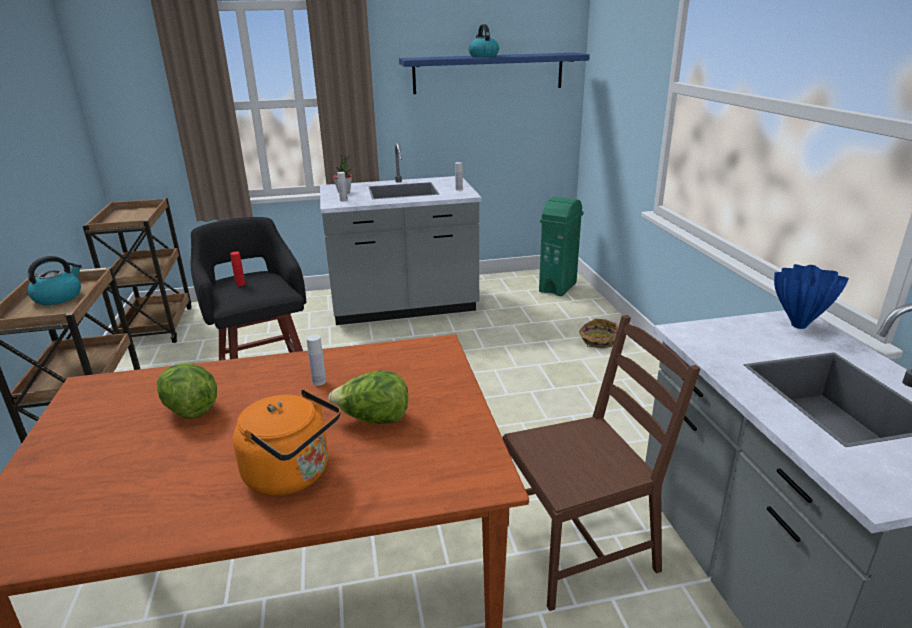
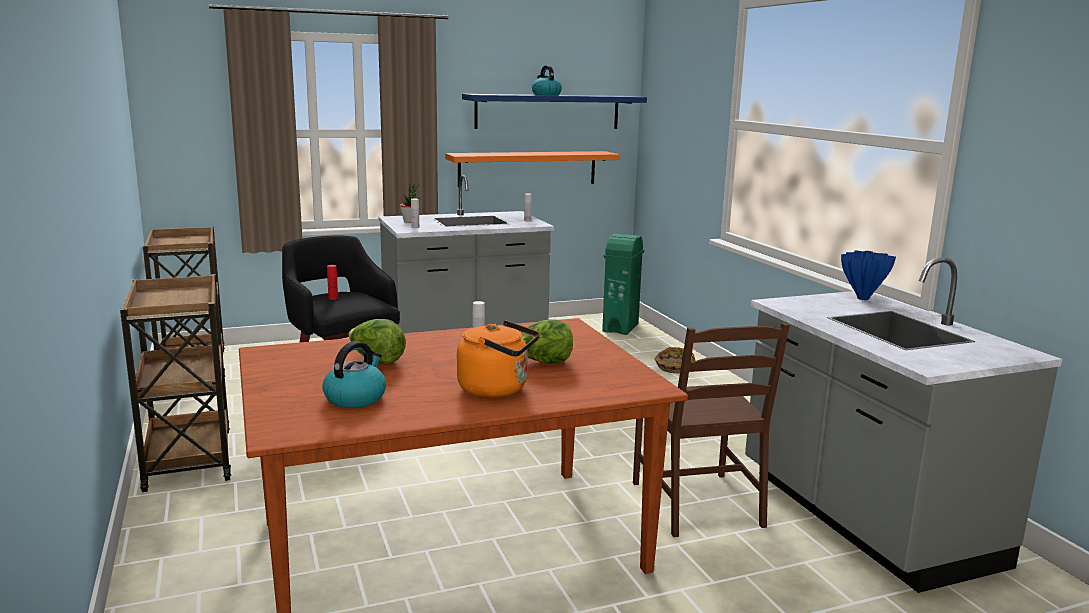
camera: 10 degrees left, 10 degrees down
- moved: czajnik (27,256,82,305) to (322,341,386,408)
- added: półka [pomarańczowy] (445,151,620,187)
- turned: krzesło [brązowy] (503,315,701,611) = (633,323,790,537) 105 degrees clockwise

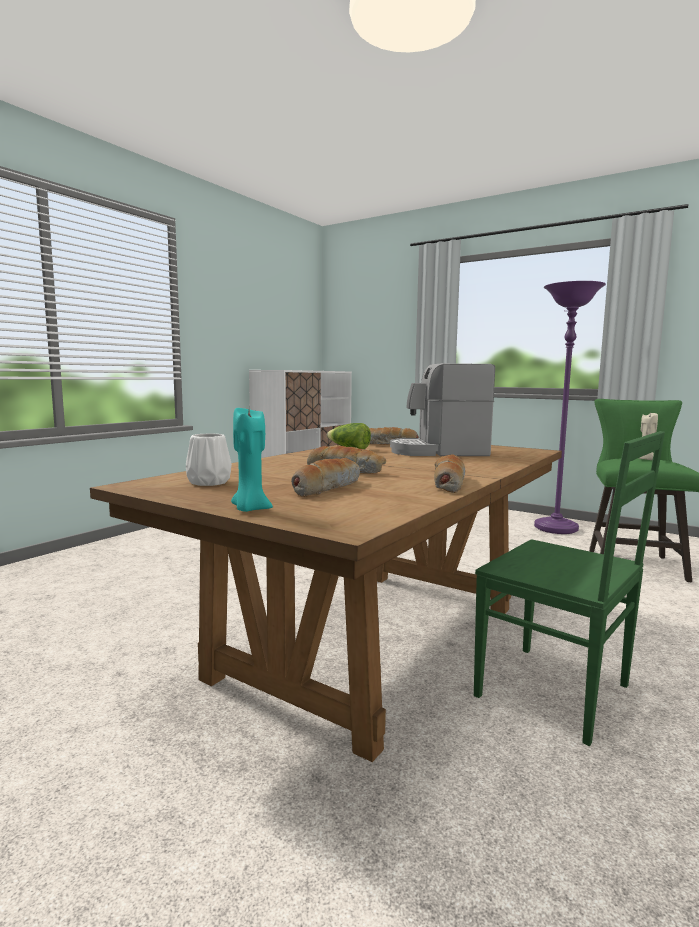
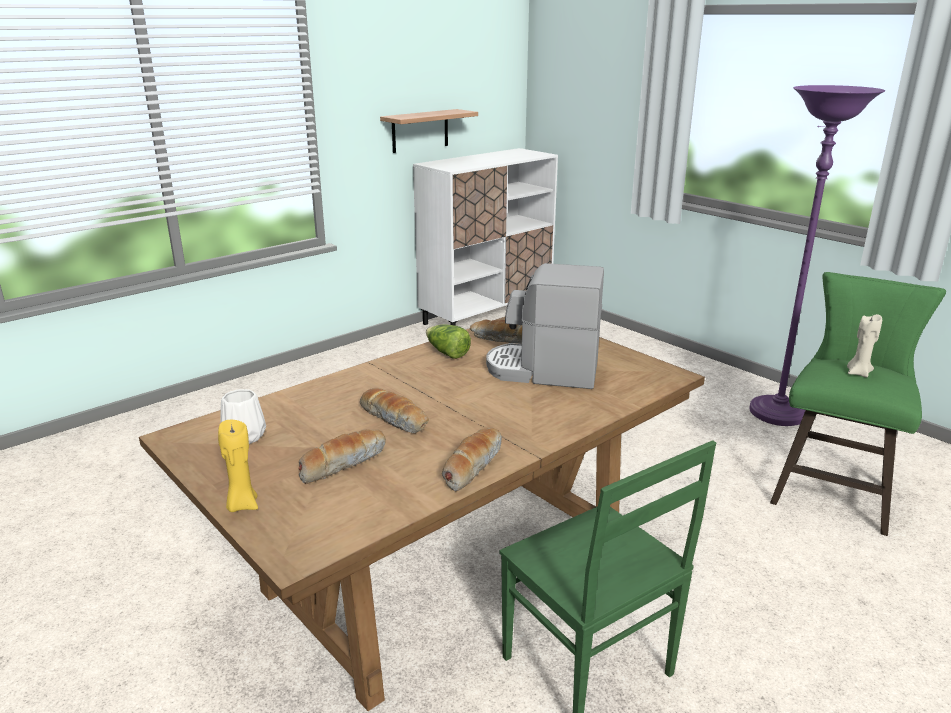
camera: 15 degrees right, 15 degrees up
- recoloured: świeca [turkusowy] (231,408,273,512) to świeca [żółty] (218,420,258,512)
- added: półka (380,109,478,153)

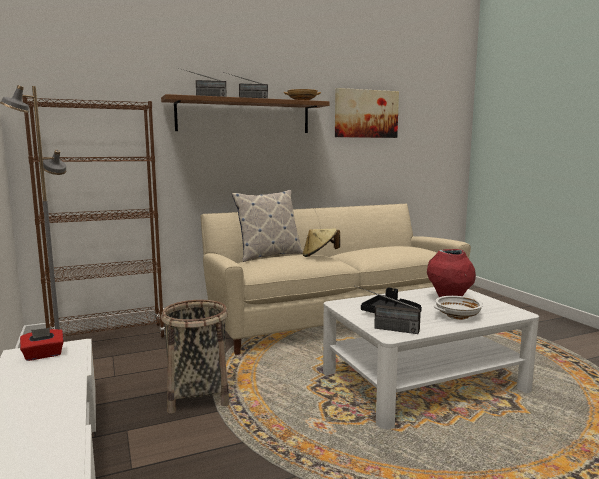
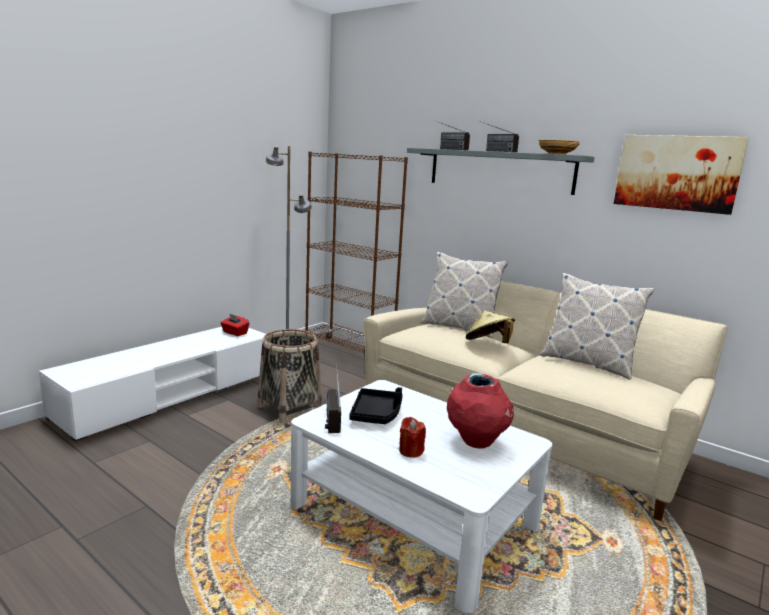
camera: 60 degrees right, 5 degrees up
- replaced: miska [biały] (434,296,483,320) to świeca [czerwony] (399,417,426,458)
- recoloured: półka [brązowy] (161,94,330,133) to półka [szary] (407,148,595,195)
- added: poduszka (540,273,654,380)

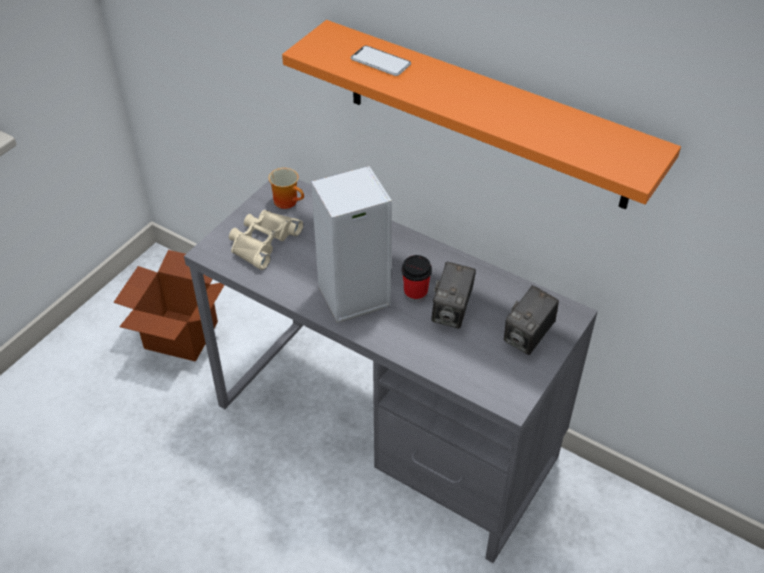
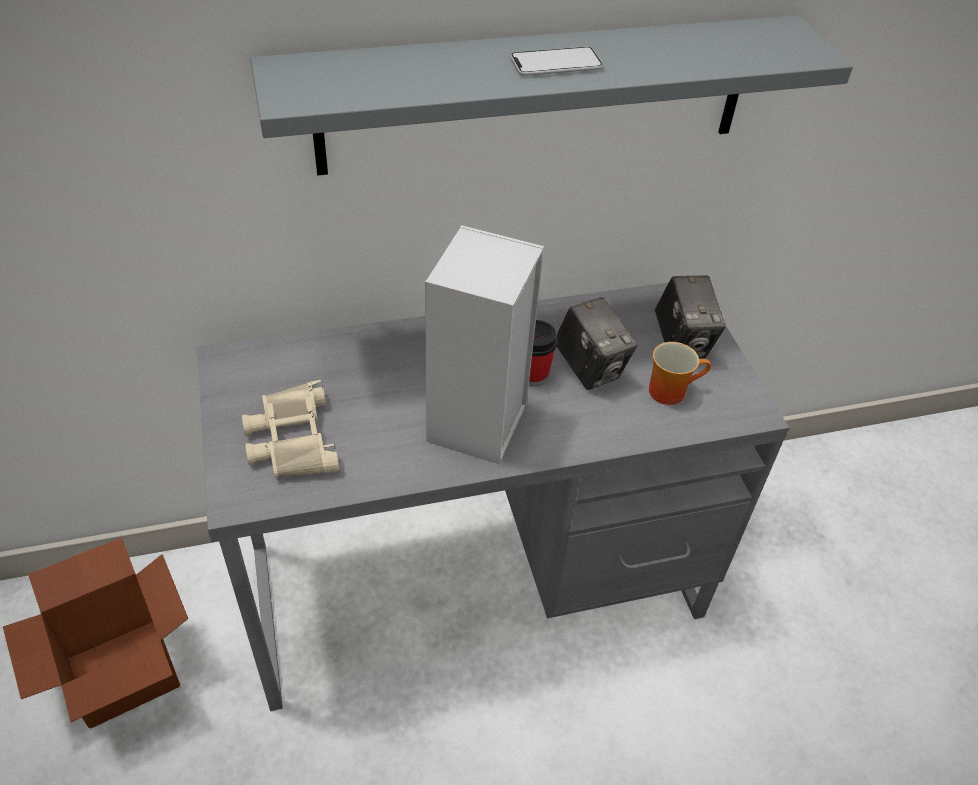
camera: 50 degrees left, 0 degrees up
- recoloured: półka [pomarańczowy] (282,20,681,210) to półka [szary] (250,15,853,176)
- moved: telefon (351,46,411,76) to (510,47,603,76)
- moved: kubek (269,168,304,209) to (649,342,711,405)

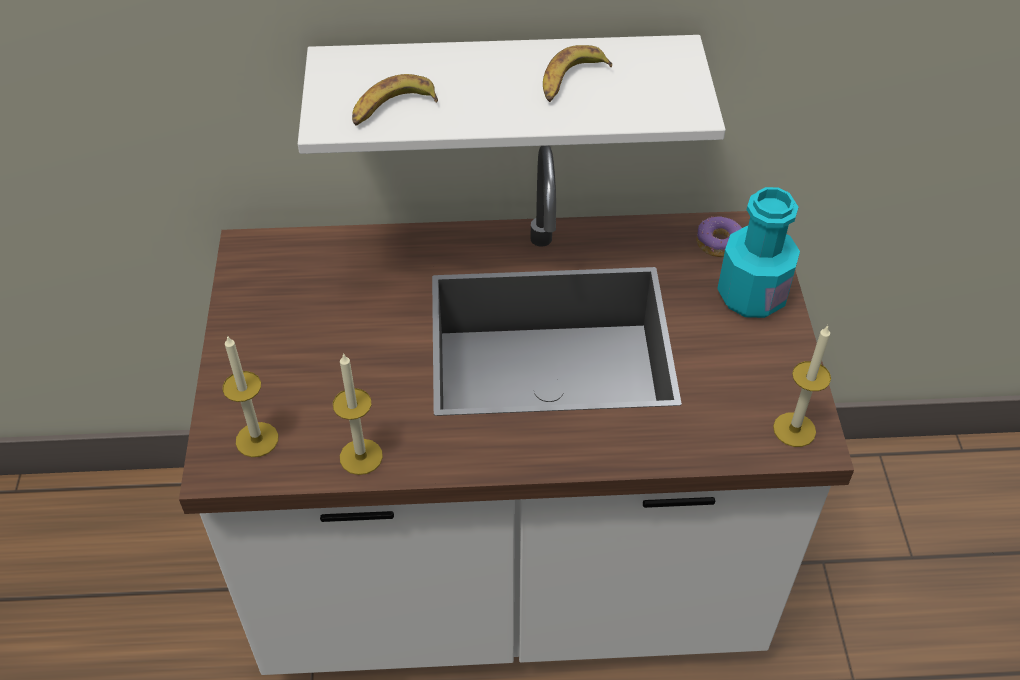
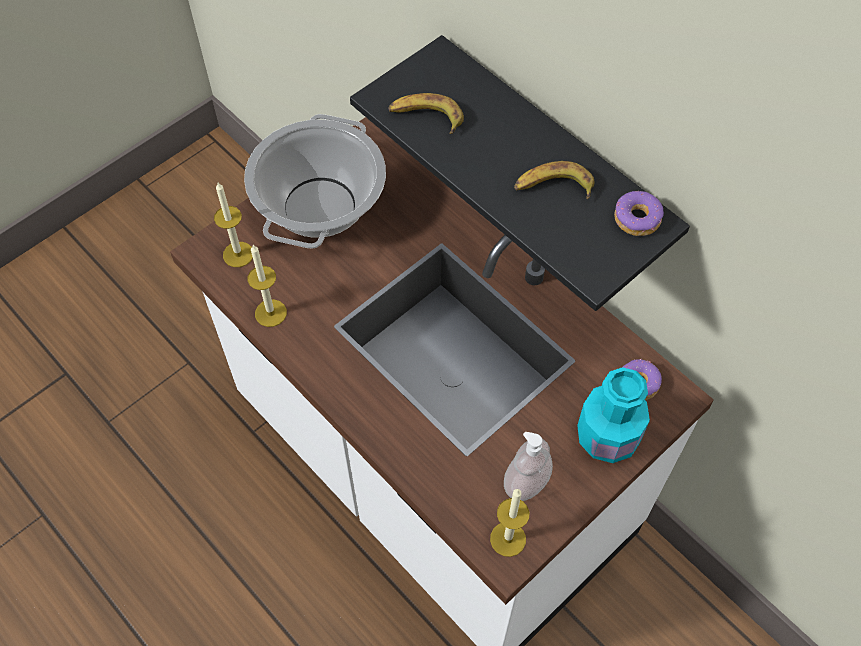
camera: 50 degrees right, 10 degrees up
- added: garnek (244,114,386,249)
- recoloured: półka [biały] (298,35,726,154) to półka [czarny] (350,35,690,311)
- added: dozownik mydła (504,432,553,501)
- added: donut (614,191,664,236)

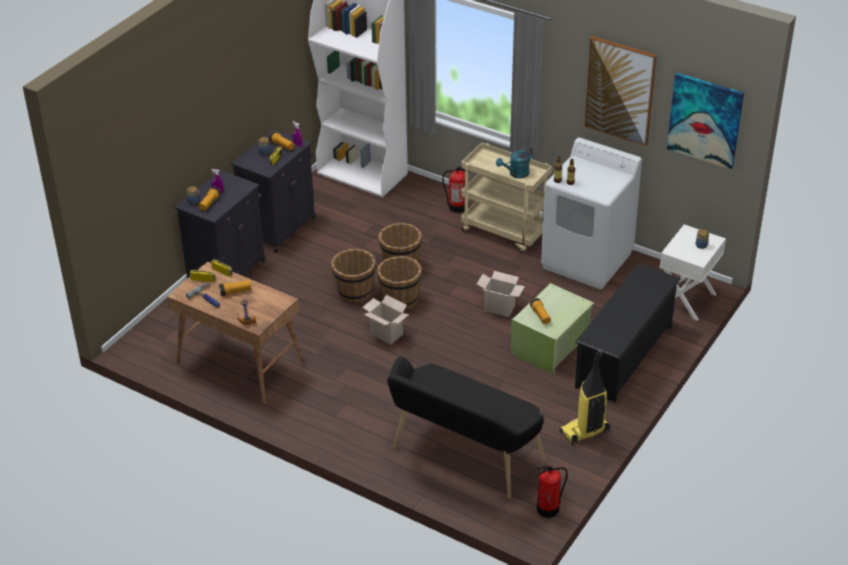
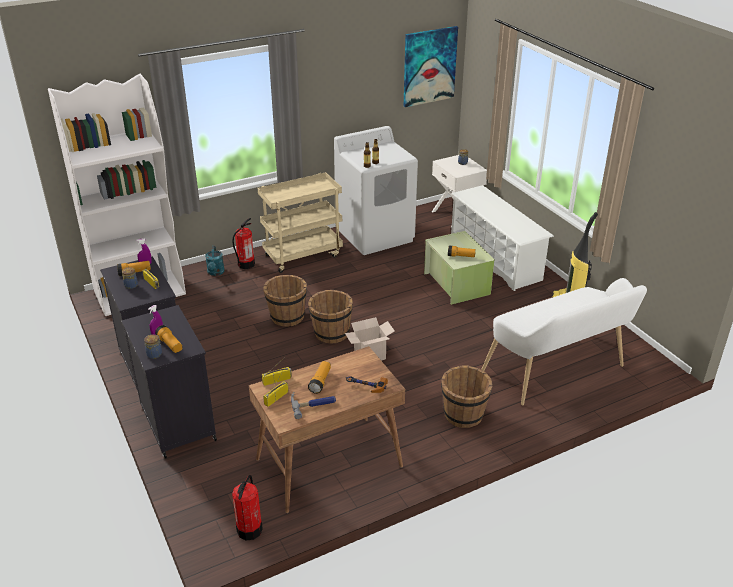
camera: 60 degrees left, 5 degrees down
- moved: konewka [turkusowy] (496,147,533,178) to (205,246,225,276)
- moved: gaśnica (536,466,568,518) to (232,475,263,541)
- moved: wiadro [brązowy] (331,248,376,303) to (441,365,493,428)
- recoloured: regał na buty [czarny] (575,263,681,403) to regał na buty [biały] (451,185,554,291)
- recoloured: ławka [czarny] (387,357,546,499) to ławka [biały] (481,278,647,405)
- removed: karton (477,271,525,317)
- removed: obraz (584,36,657,146)

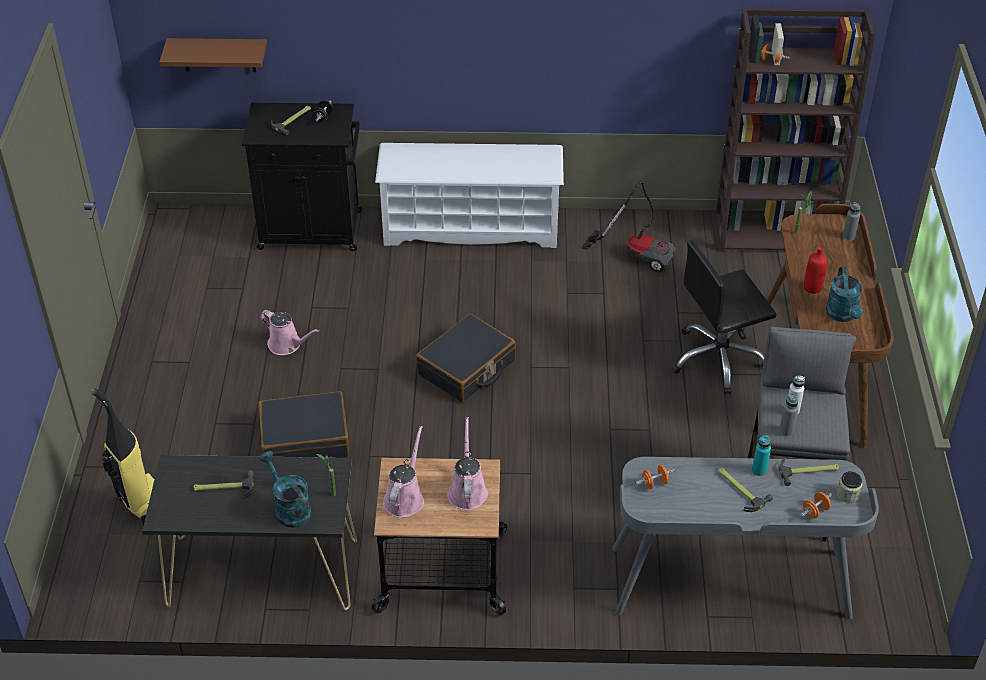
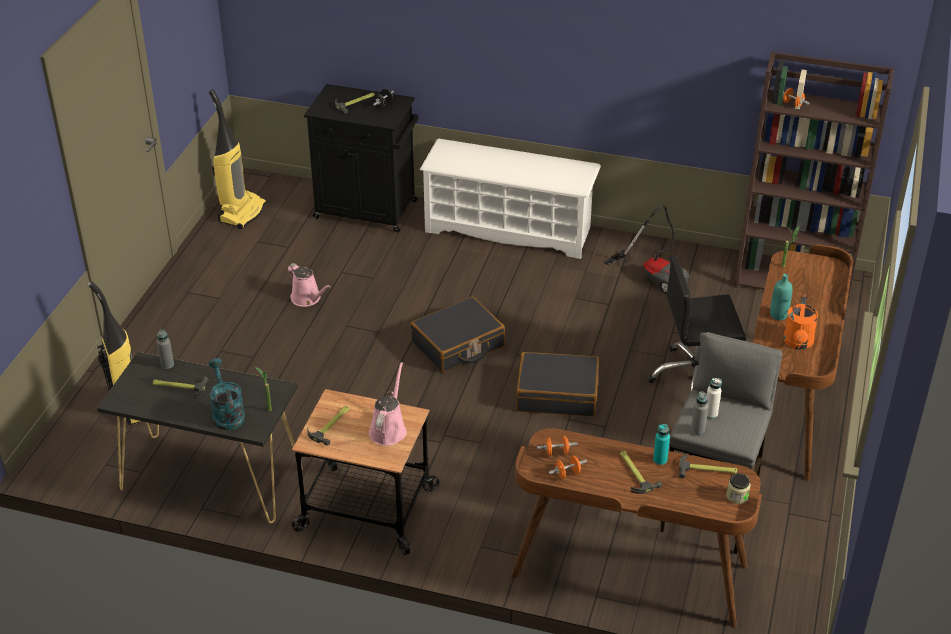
camera: 15 degrees right, 5 degrees down
- moved: butelka [szary] (843,202,860,241) to (157,329,174,369)
- added: odkurzacz (209,89,267,229)
- replaced: konewka [różowy] (383,426,424,518) to młotek (307,406,350,446)
- recoloured: biurko [szary] (612,457,879,620) to biurko [brązowy] (511,428,762,627)
- moved: walizka [czarny] (258,391,349,458) to (516,352,599,416)
- moved: hantel [pomarańczowy] (801,492,833,518) to (549,455,587,479)
- recoloured: butelka [czerwony] (804,247,827,294) to butelka [turkusowy] (770,274,793,321)
- recoloured: konewka [turkusowy] (826,266,863,322) to konewka [pomarańczowy] (783,295,818,350)
- removed: półka [brązowy] (159,38,267,72)

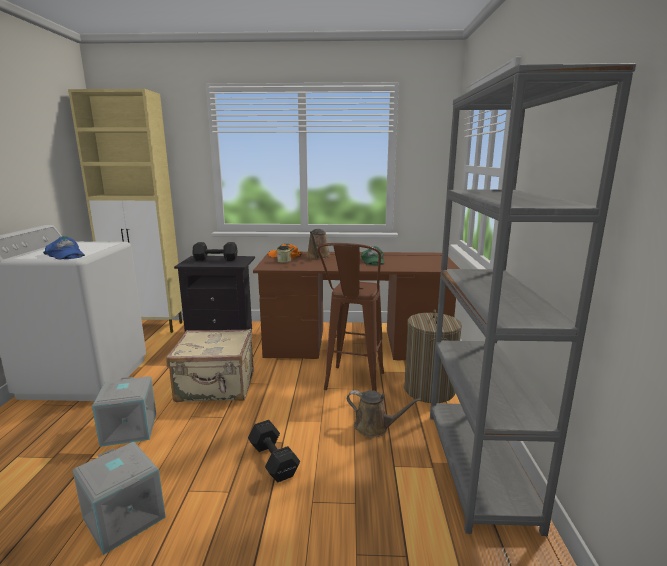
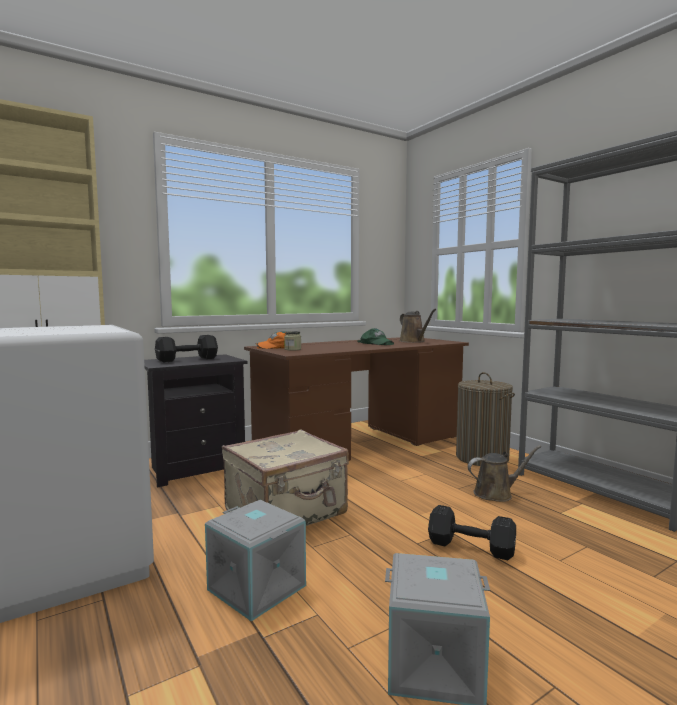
camera: 35 degrees left, 10 degrees down
- moved: konewka [brązowy] (307,229,331,259) to (399,309,436,343)
- removed: czapka z daszkiem [niebieski] (43,236,85,260)
- removed: stołek [brązowy] (317,243,384,391)

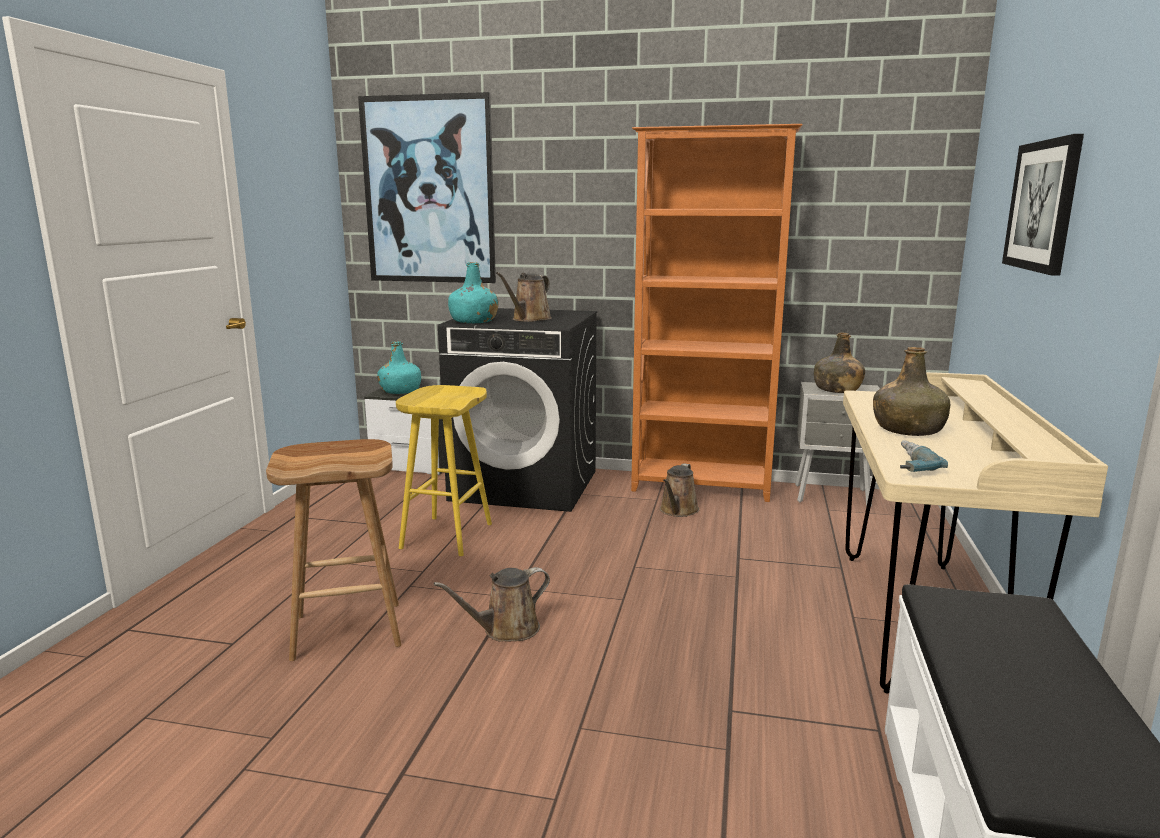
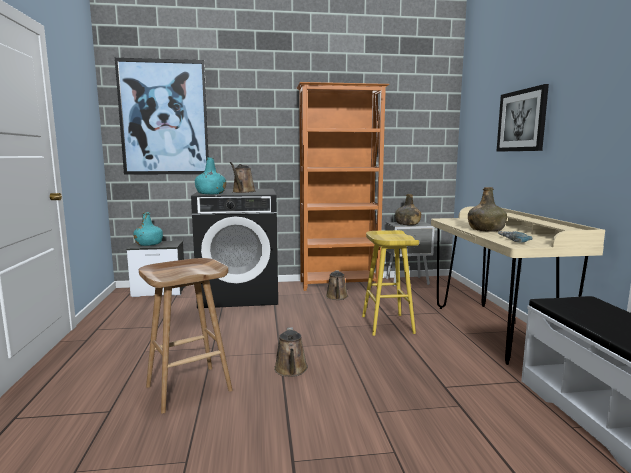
camera: 20 degrees left, 5 degrees down
- turned: konewka [brązowy] (434,567,550,641) = (274,327,308,377) 45 degrees counterclockwise
- moved: stołek [żółty] (396,385,492,556) to (362,230,419,336)

